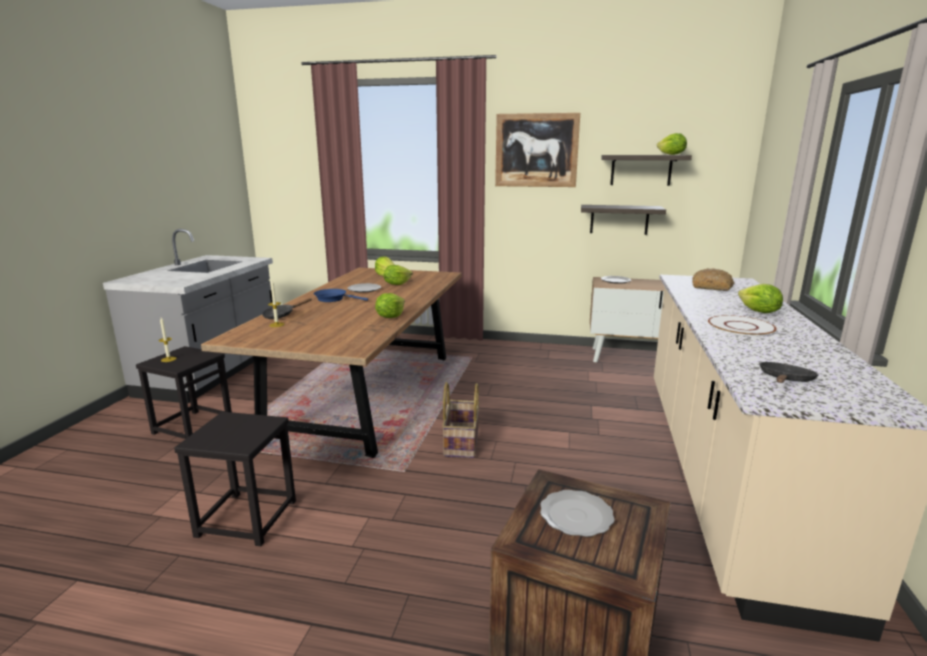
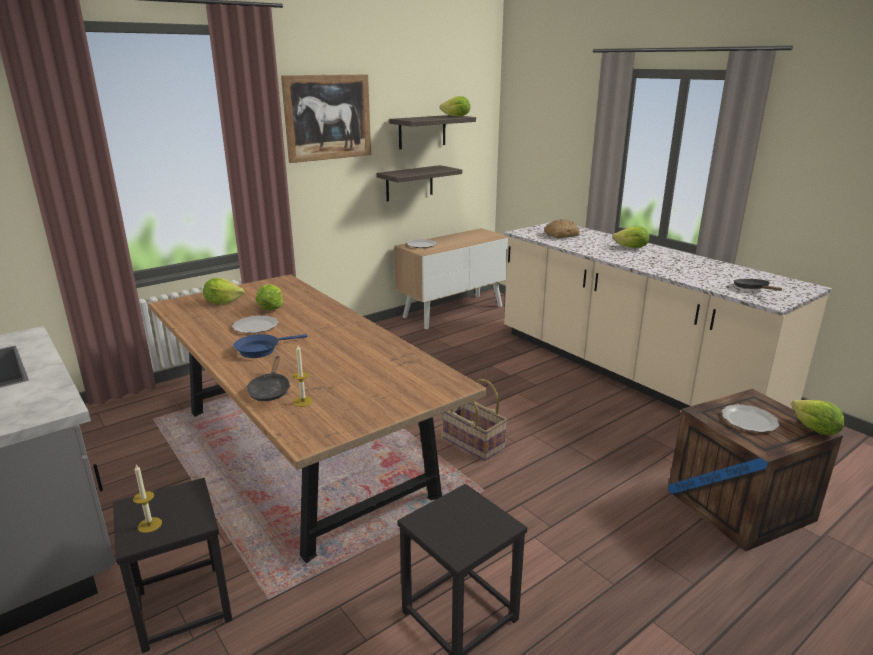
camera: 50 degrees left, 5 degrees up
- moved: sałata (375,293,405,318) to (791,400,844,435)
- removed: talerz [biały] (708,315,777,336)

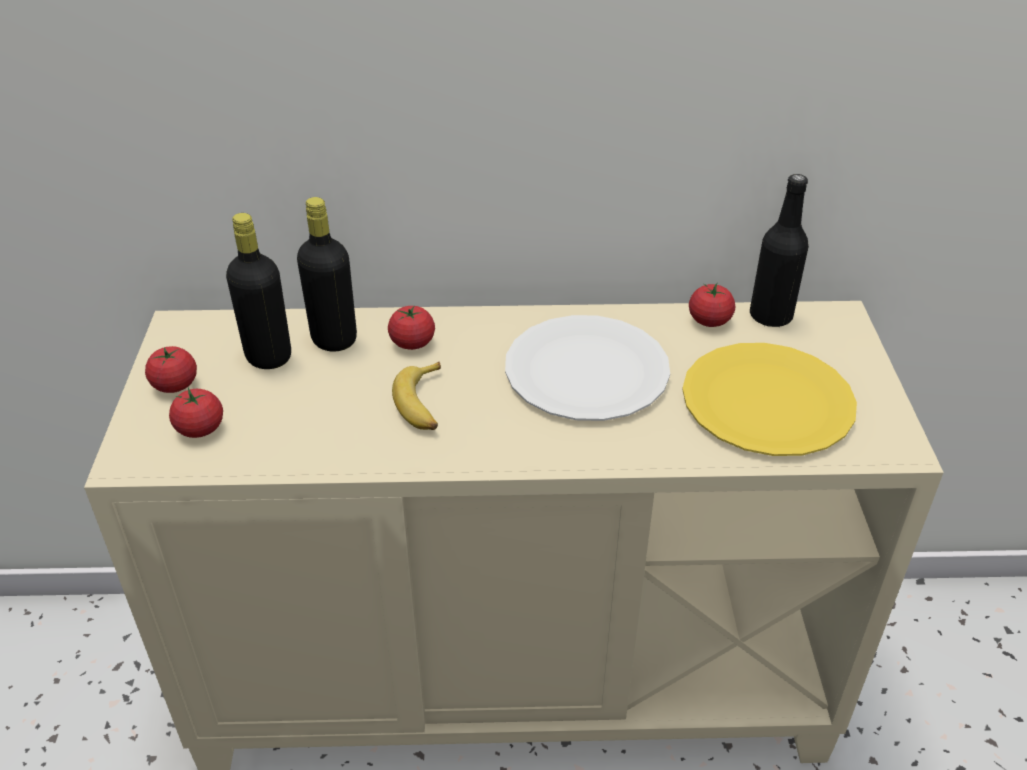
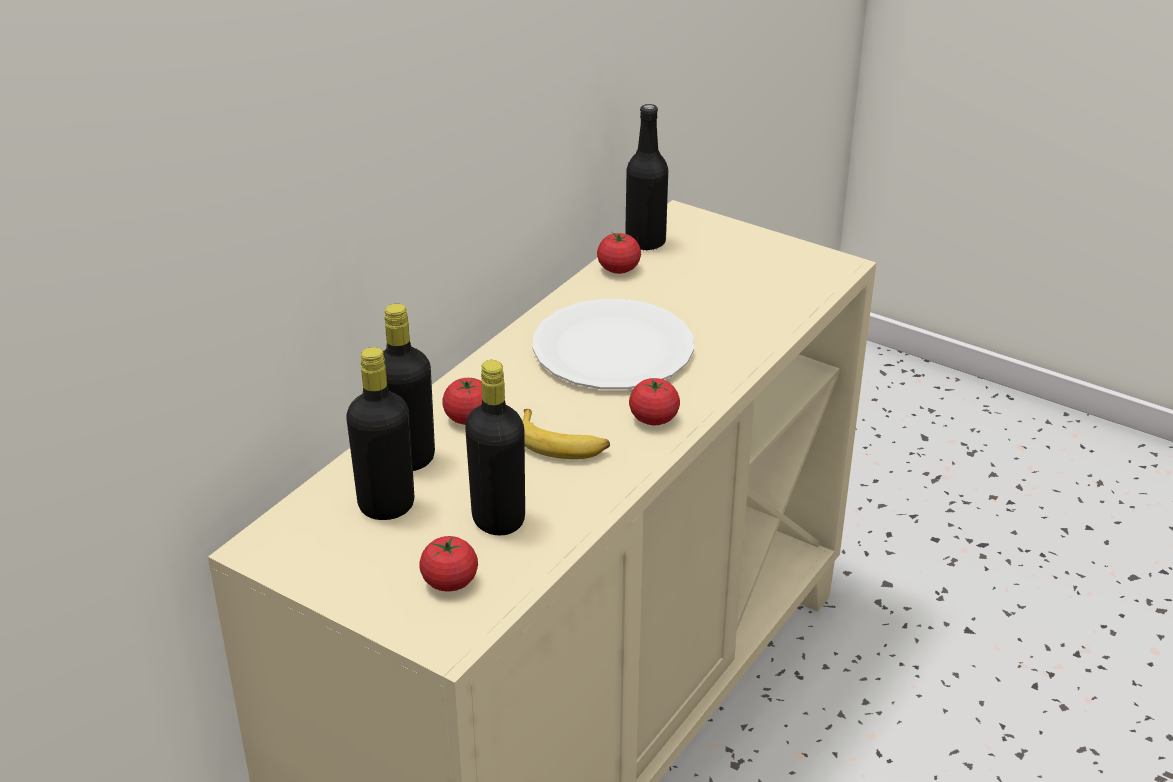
camera: 55 degrees left, 5 degrees down
- added: butelka [czarny] (465,360,525,535)
- moved: pomidor (145,346,197,393) to (629,378,680,425)
- removed: talerz [żółty] (682,343,857,456)

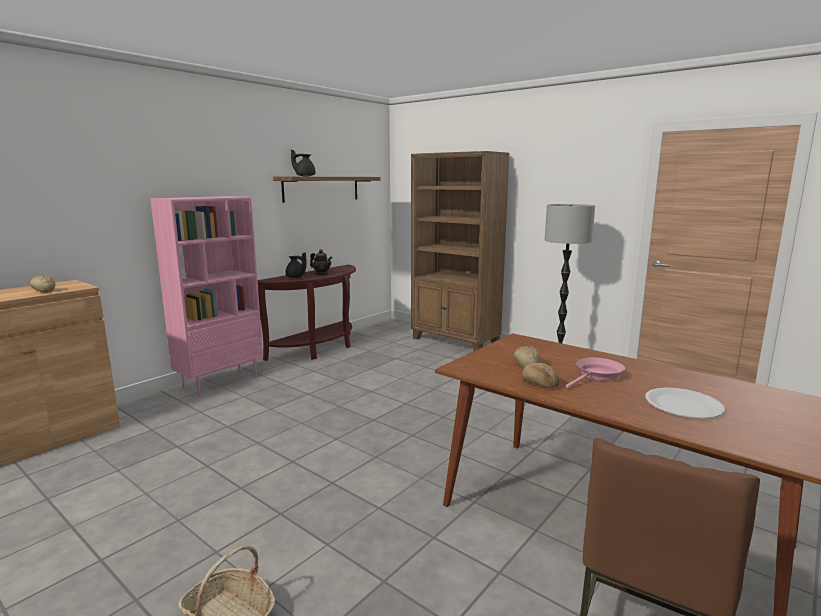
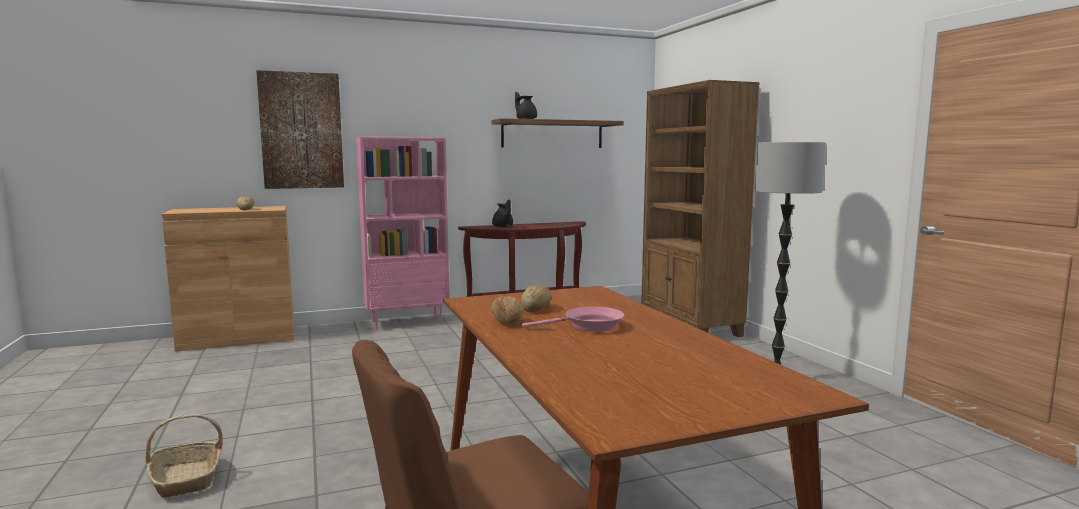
camera: 30 degrees right, 5 degrees down
- added: obraz (256,70,344,189)
- removed: imbryk (310,249,332,275)
- removed: talerz [biały] (645,387,725,419)

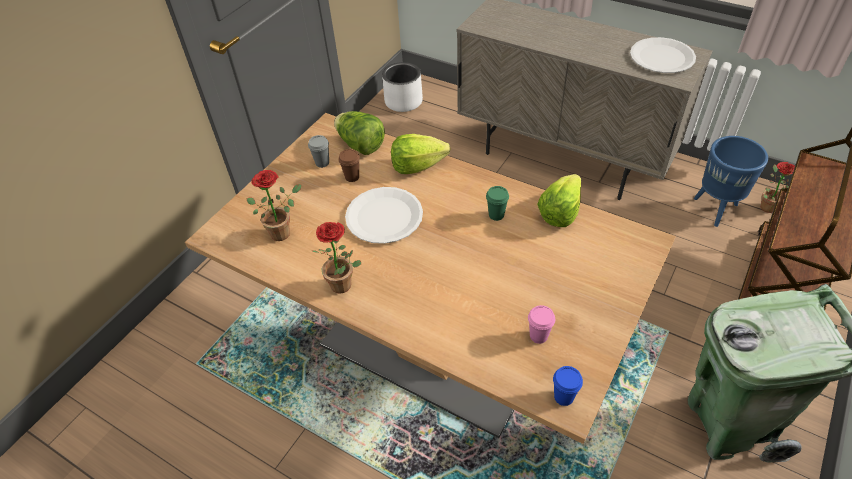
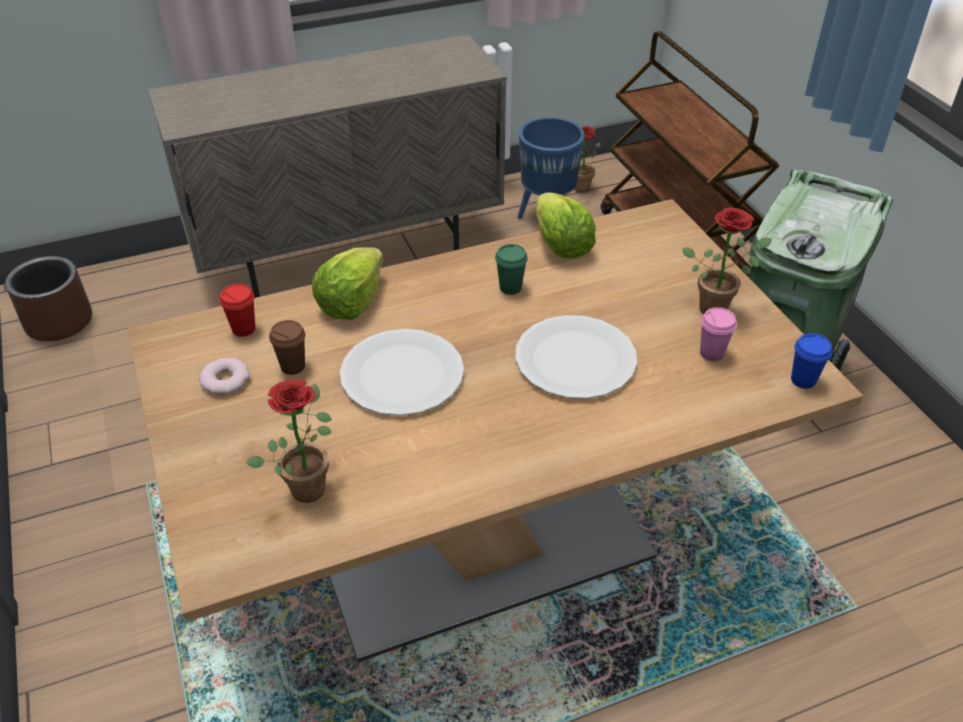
camera: 55 degrees left, 5 degrees down
- recoloured: donica [biały] (382,62,423,112) to donica [brązowy] (5,256,92,341)
- replaced: filiżanka [szary] (308,135,329,168) to donut (199,358,250,395)
- replaced: sałata (334,111,385,155) to filiżanka [czerwony] (220,284,255,337)
- moved: talerz [biały] (630,37,696,73) to (515,315,637,399)
- moved: roślina doniczkowa (312,222,361,294) to (682,208,772,314)

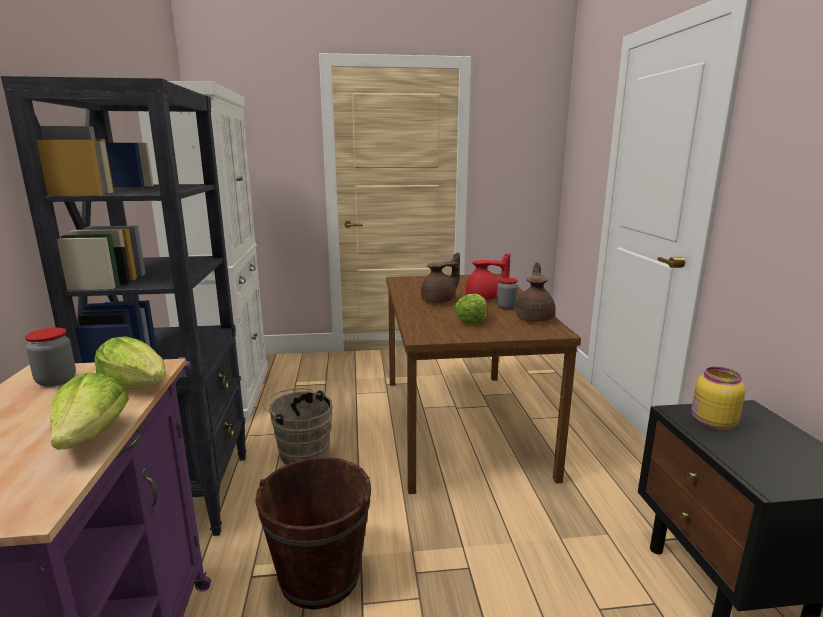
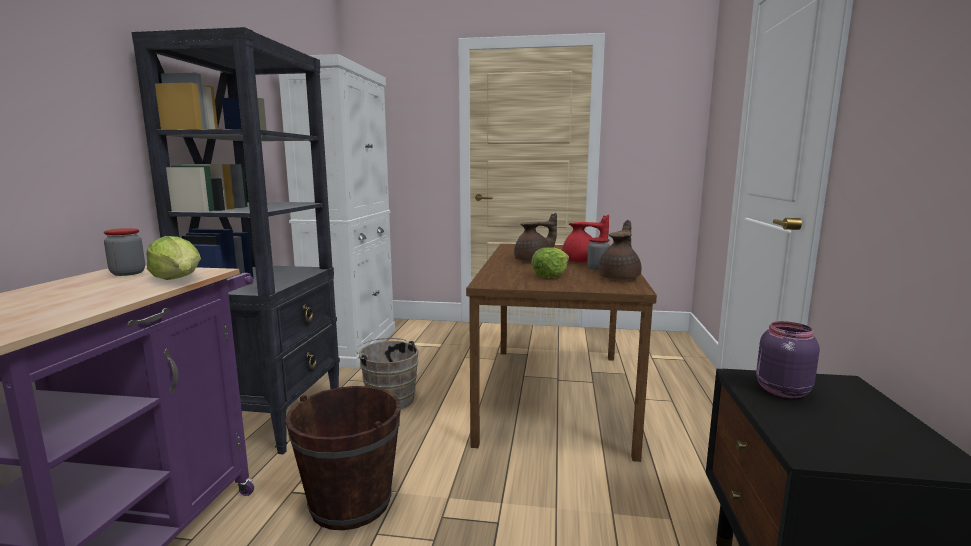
camera: 15 degrees right, 5 degrees down
- recoloured: słoik [żółty] (692,367,746,431) to słoik [fioletowy] (756,321,820,398)
- removed: sałata (50,373,129,450)

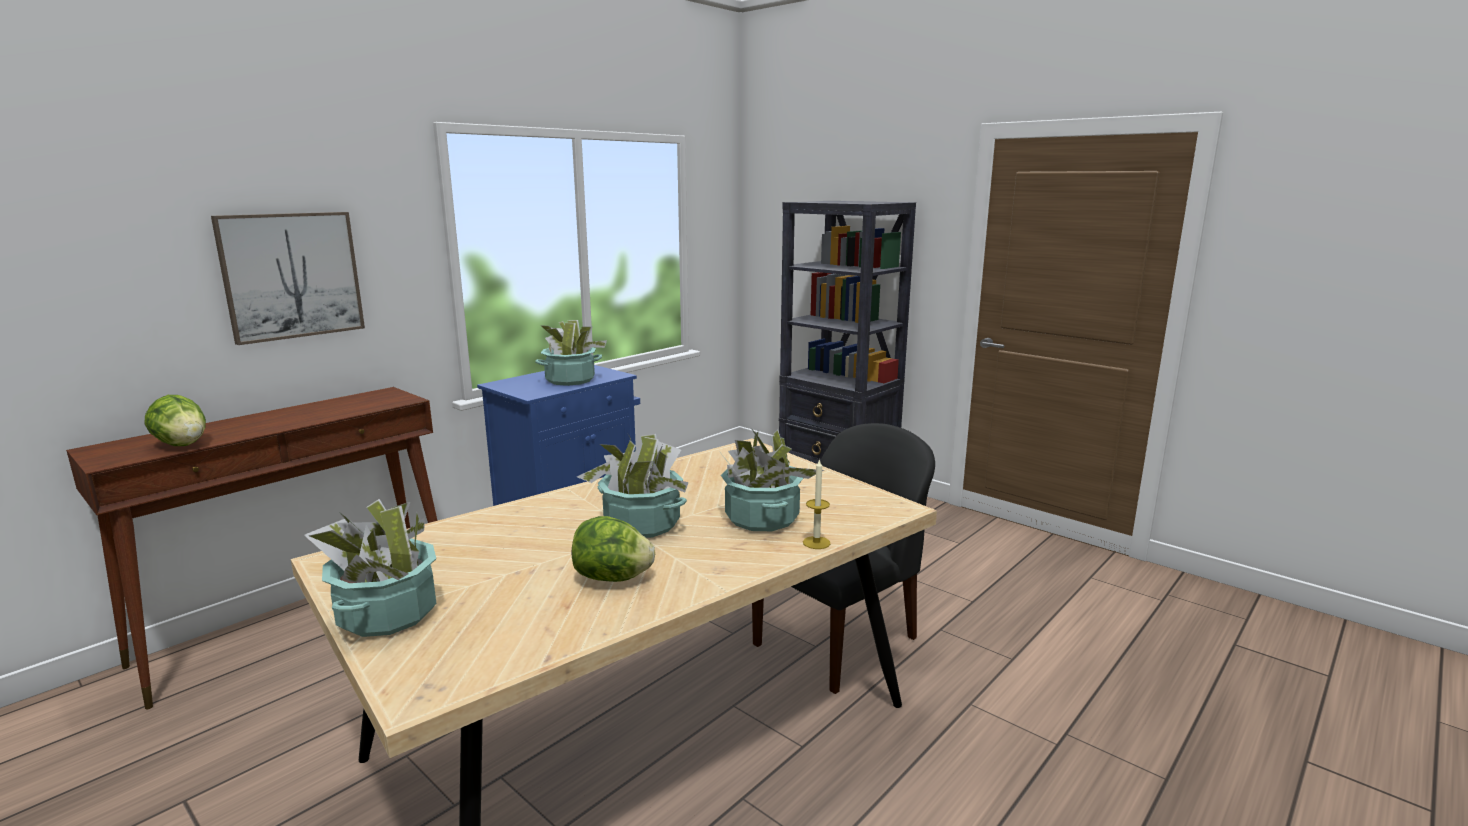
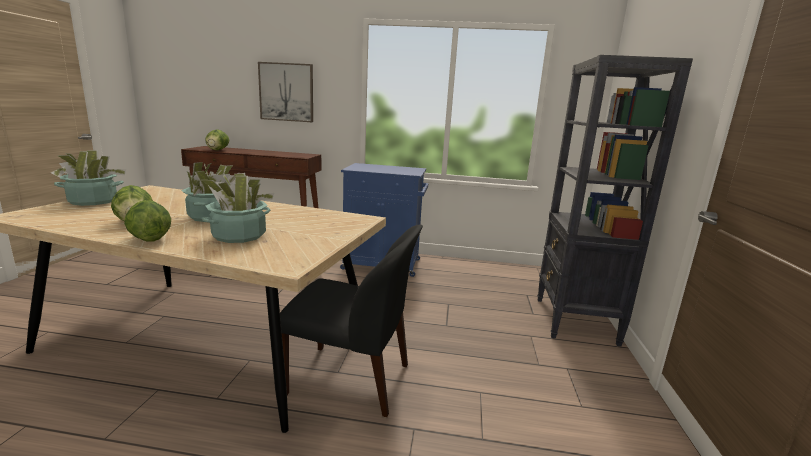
camera: 55 degrees right, 0 degrees up
- added: sałata (124,200,171,242)
- removed: roślina doniczkowa (535,320,607,386)
- removed: świeca (803,459,830,549)

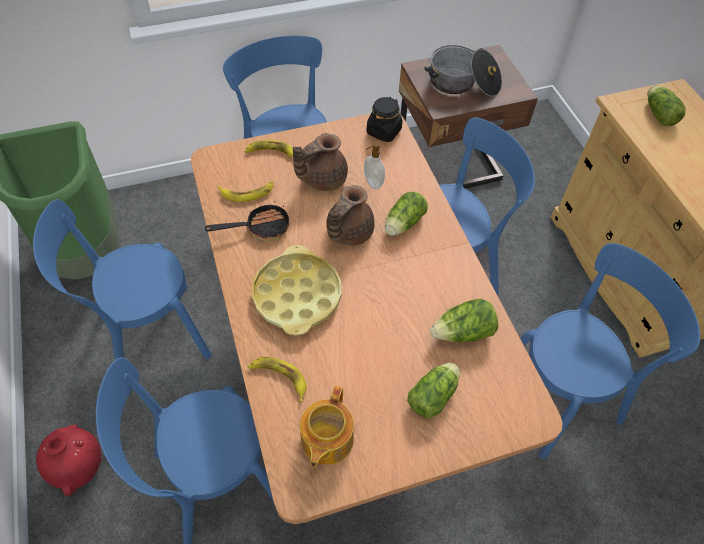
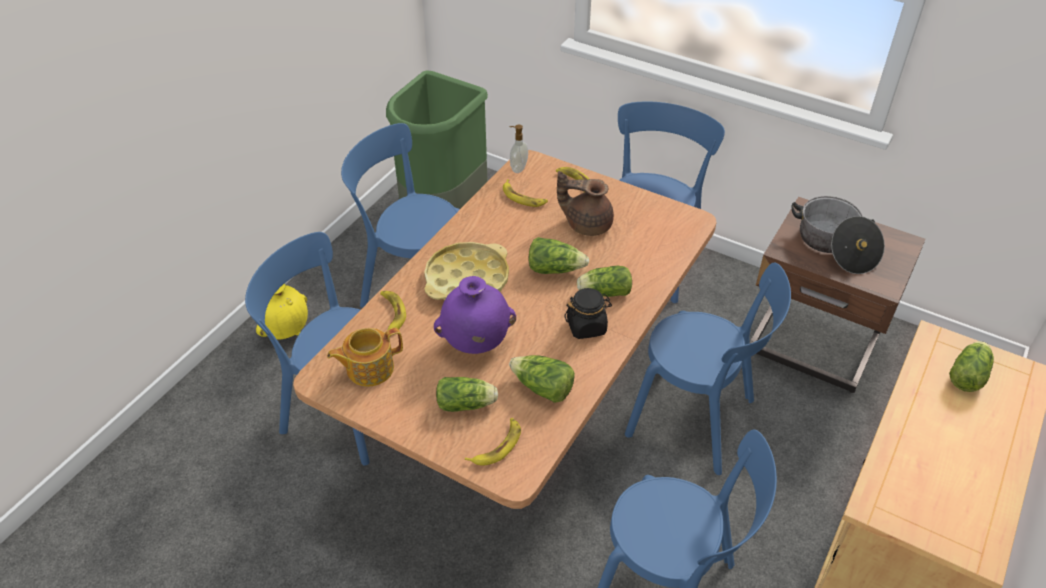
camera: 50 degrees right, 10 degrees down
- recoloured: wazon [czerwony] (36,425,102,496) to wazon [żółty] (256,283,308,339)
- added: wazon [fioletowy] (434,276,516,354)
- added: banan (465,418,521,466)
- moved: dozownik mydła (364,141,385,189) to (510,125,528,173)
- replaced: imbryk [brązowy] (326,185,374,246) to sałata (528,237,590,274)
- moved: słoik [czarny] (366,97,403,142) to (564,288,612,339)
- removed: patelnia (205,201,289,242)

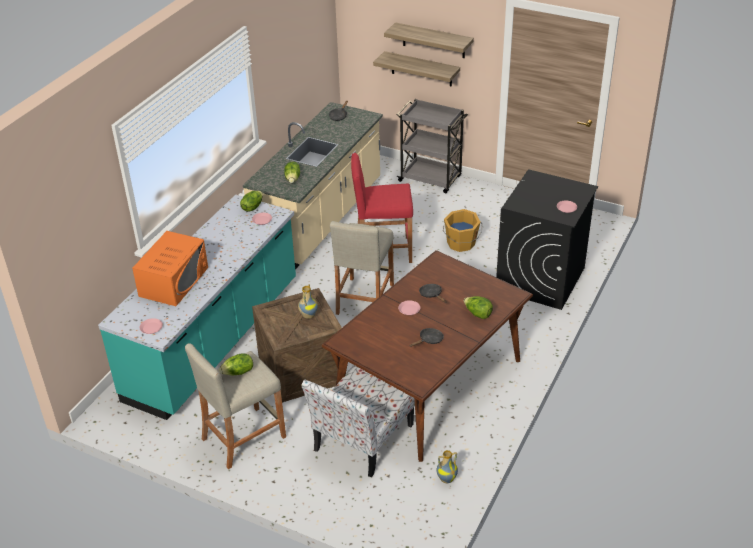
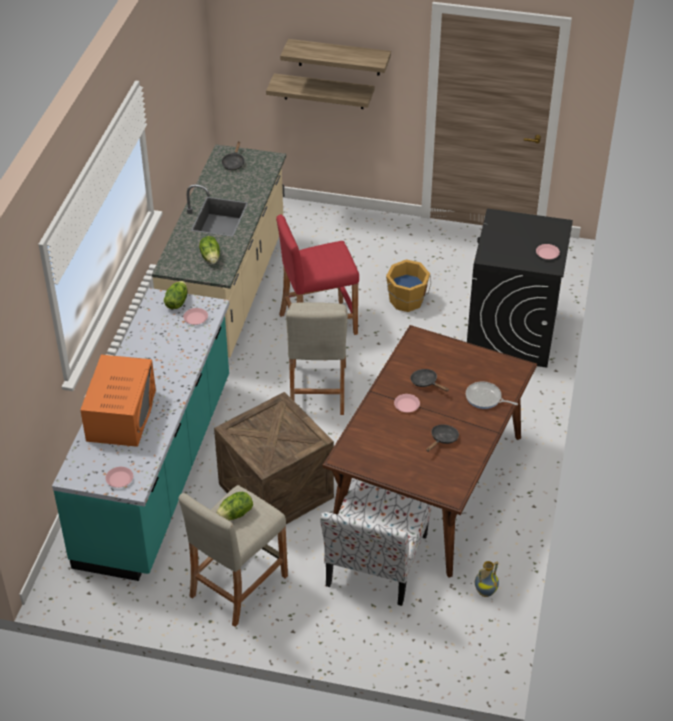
camera: 15 degrees left, 5 degrees up
- replaced: sałata (464,296,493,319) to patelnia (466,381,518,409)
- removed: wazon (298,284,318,319)
- removed: wózek [szary] (396,99,468,193)

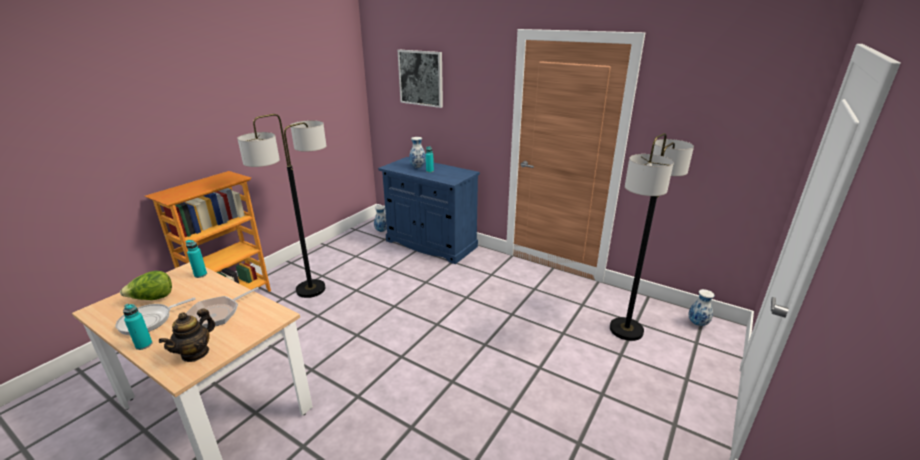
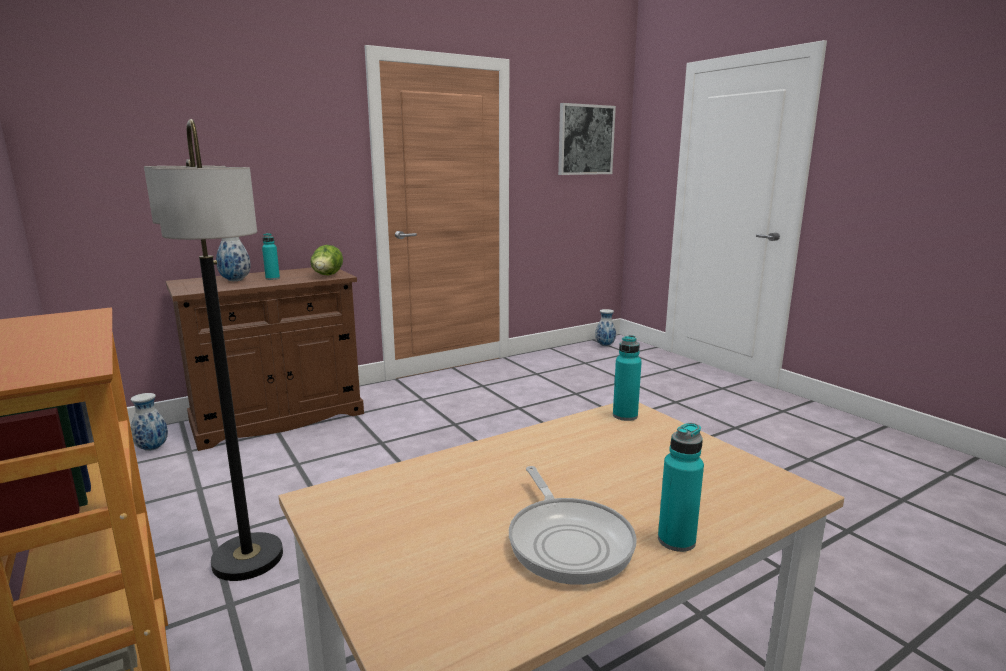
camera: 65 degrees left, 10 degrees down
- recoloured: szafka [niebieski] (378,157,480,264) to szafka [brązowy] (166,268,364,451)
- moved: sałata (120,271,172,300) to (310,245,343,275)
- moved: obraz (397,50,443,108) to (558,103,616,175)
- moved: butelka [turkusowy] (186,240,207,278) to (613,335,642,421)
- removed: imbryk (159,308,215,362)
- removed: patelnia (186,287,259,329)
- removed: lampa stojąca (610,133,694,341)

